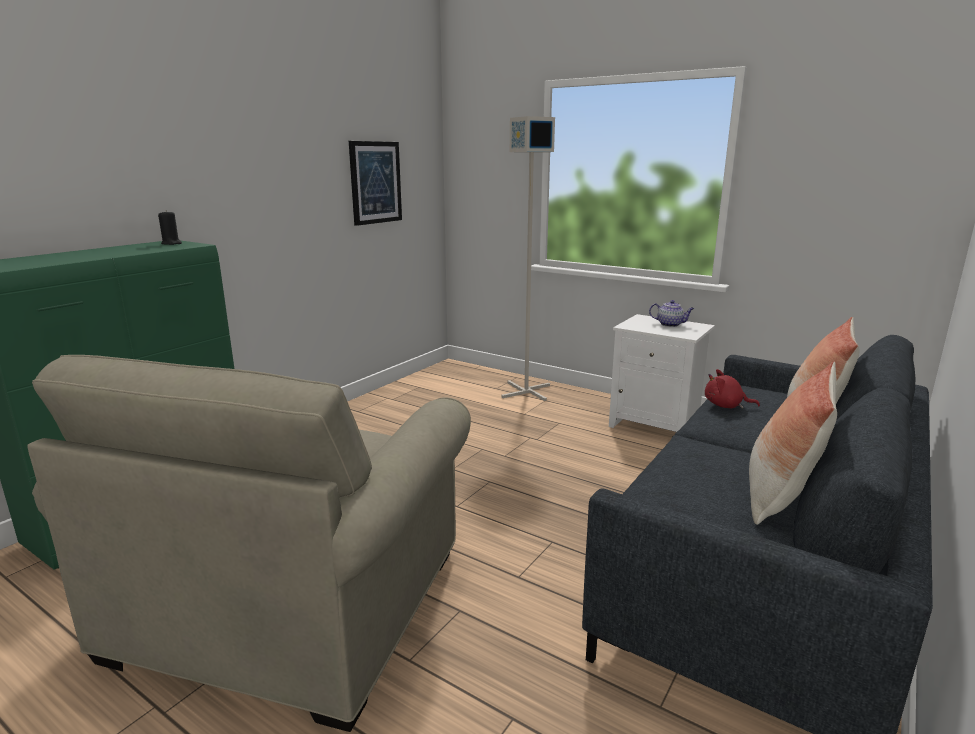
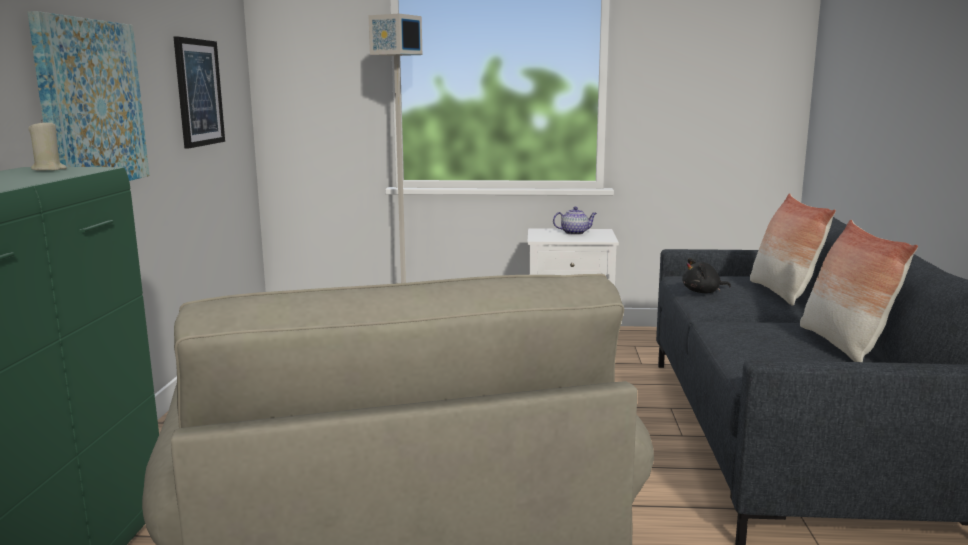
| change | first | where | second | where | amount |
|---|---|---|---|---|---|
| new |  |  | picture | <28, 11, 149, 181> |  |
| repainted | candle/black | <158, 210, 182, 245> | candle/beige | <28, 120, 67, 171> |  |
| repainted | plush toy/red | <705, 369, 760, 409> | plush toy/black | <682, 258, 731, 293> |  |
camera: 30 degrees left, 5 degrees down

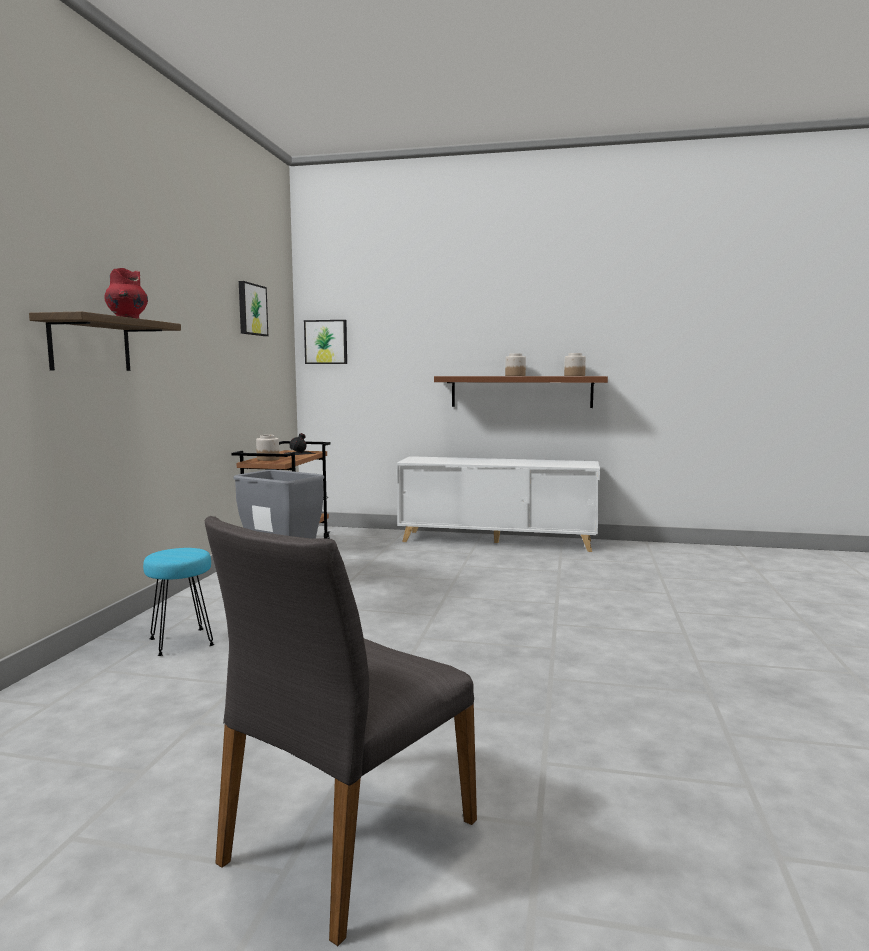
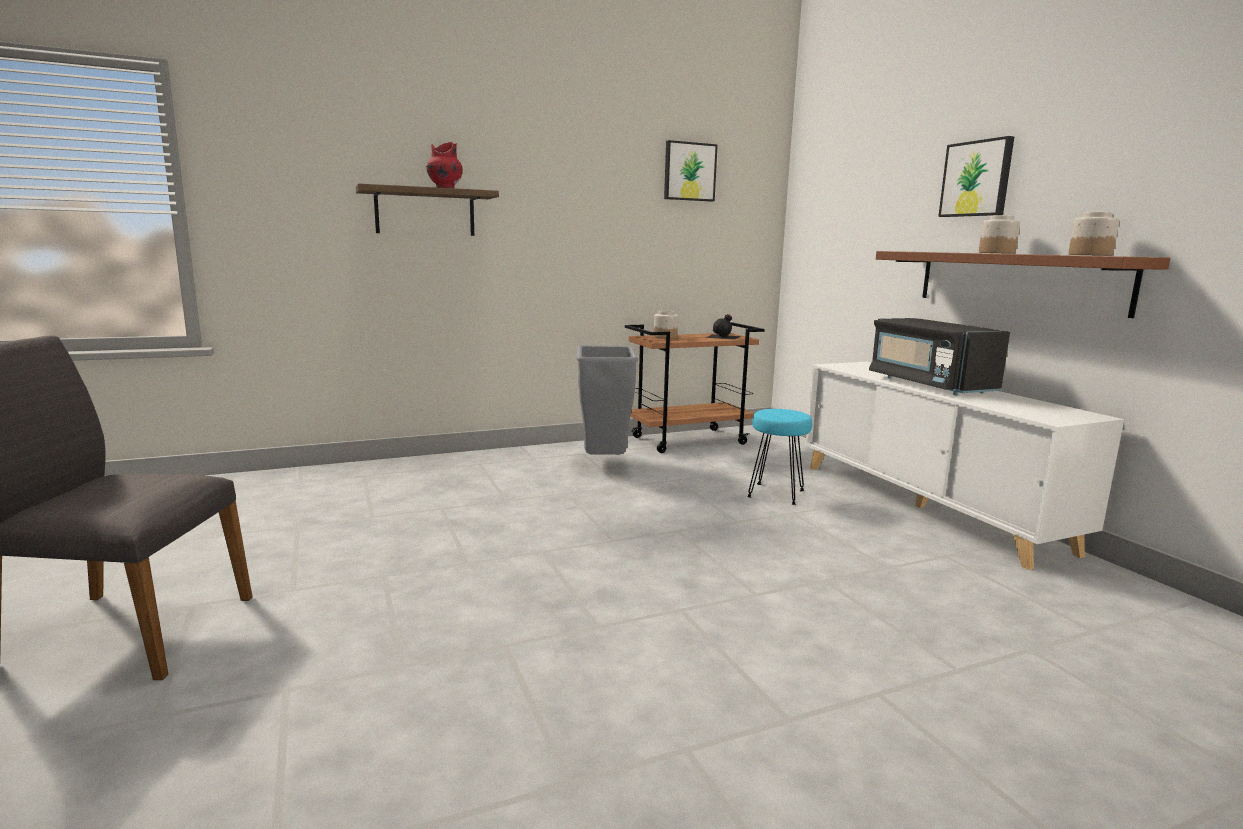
| change | first | where | second | where | amount |
|---|---|---|---|---|---|
| shifted | stool/turquoise | <143, 548, 214, 656> |  | <747, 409, 812, 505> |  |
| new |  |  | microwave/black | <869, 318, 1010, 395> |  |
| shifted | picture | <304, 320, 347, 364> |  | <938, 136, 1014, 217> |  |
camera: 55 degrees right, 5 degrees up

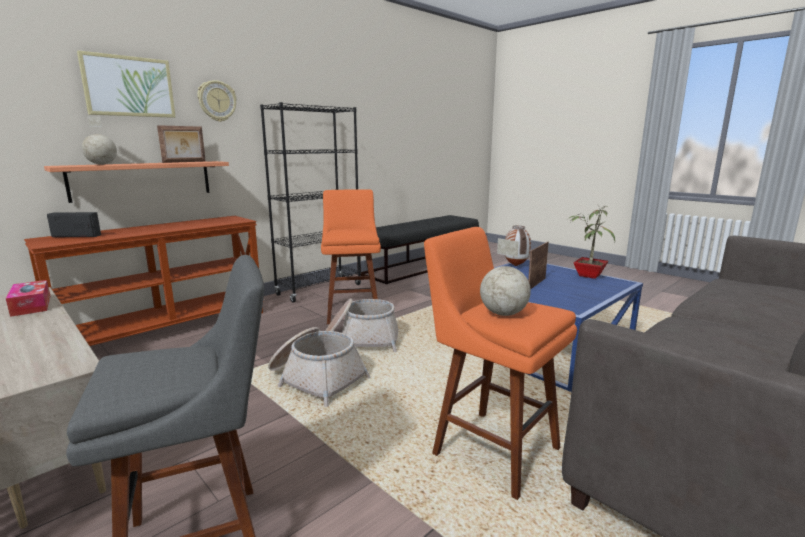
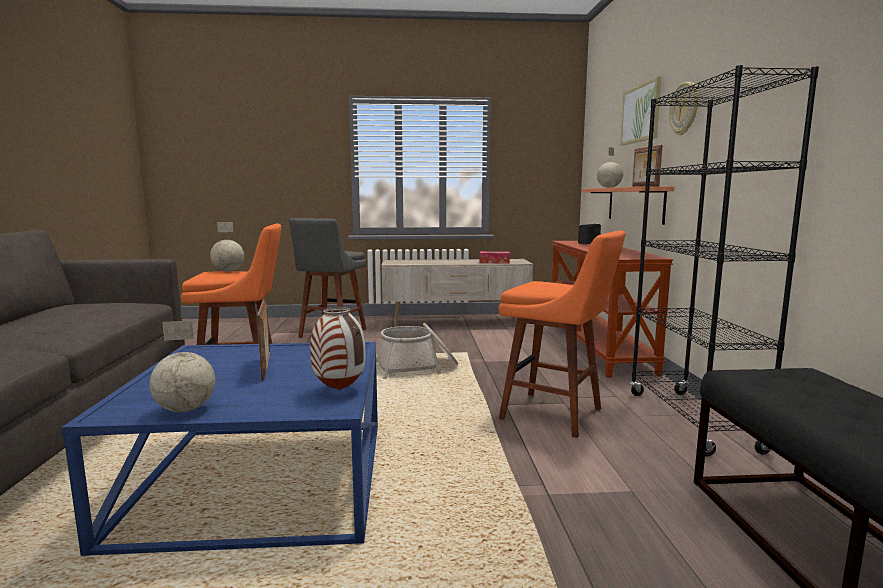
| change | first | where | second | where | amount |
|---|---|---|---|---|---|
| swapped | potted plant | <570, 205, 615, 279> | globe | <150, 320, 215, 412> |  |
| gone | basket | <325, 298, 399, 352> |  |  |  |
camera: 130 degrees right, 5 degrees down

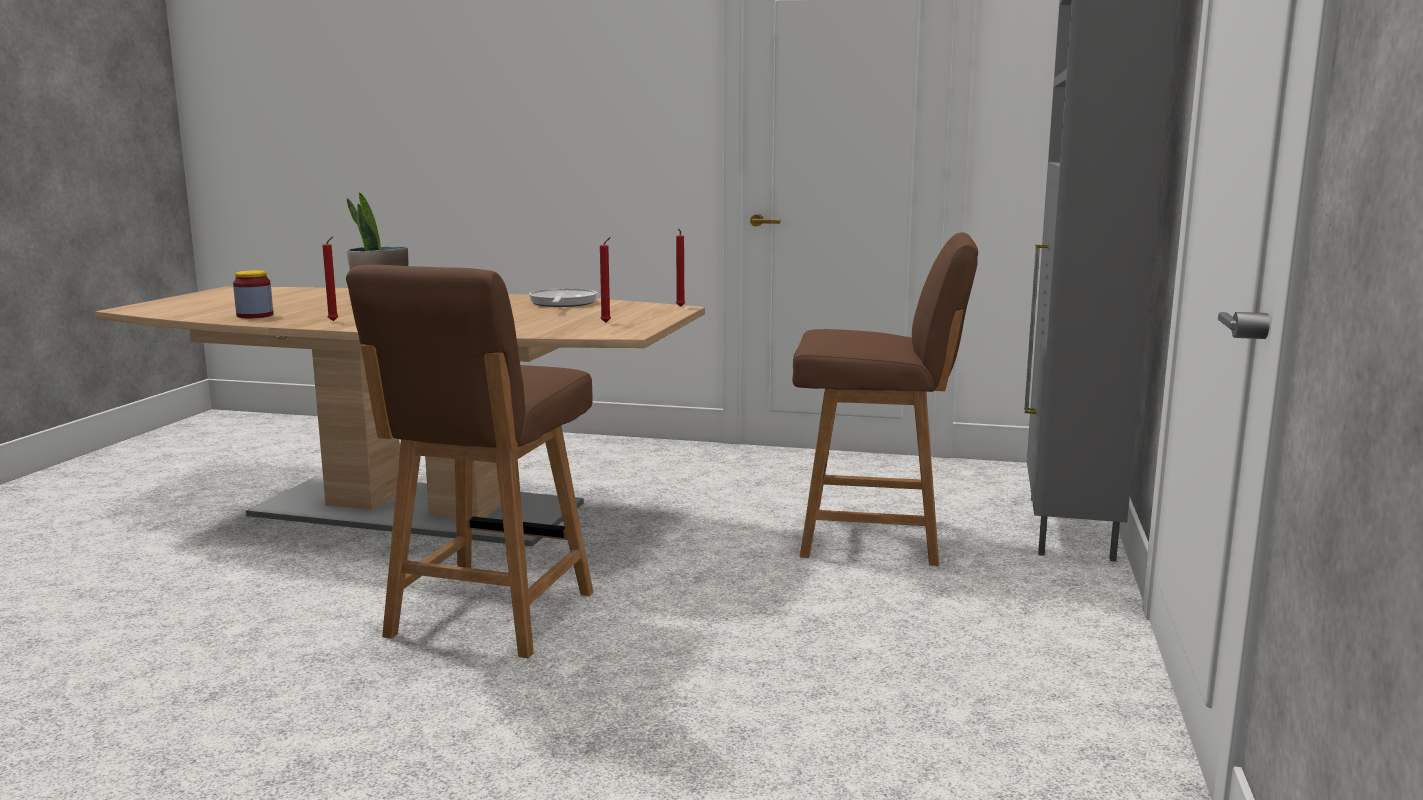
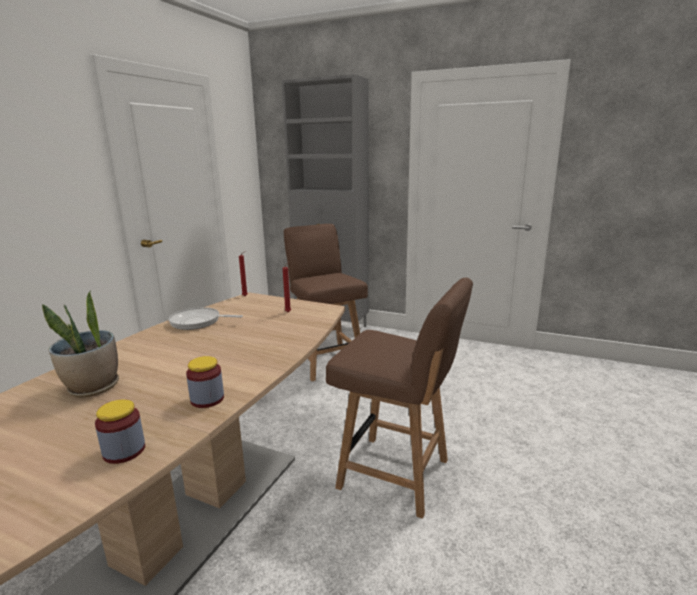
| change | first | where | second | where | amount |
|---|---|---|---|---|---|
| swapped | candle/red | <323, 236, 338, 321> | jar | <186, 356, 224, 408> |  |
| rotated | chair/brown | <792, 232, 978, 566> |  | <284, 224, 368, 381> | 45 degrees counterclockwise |
camera: 80 degrees left, 5 degrees up

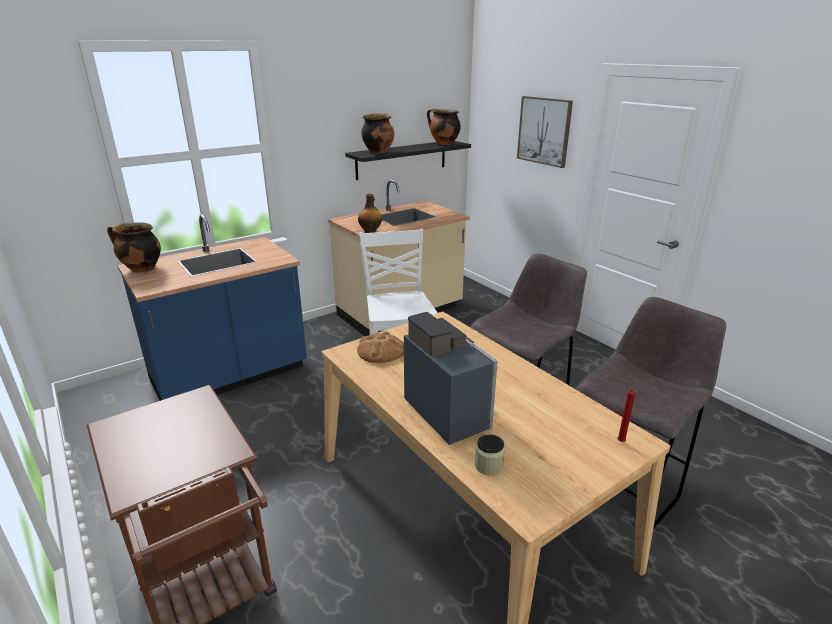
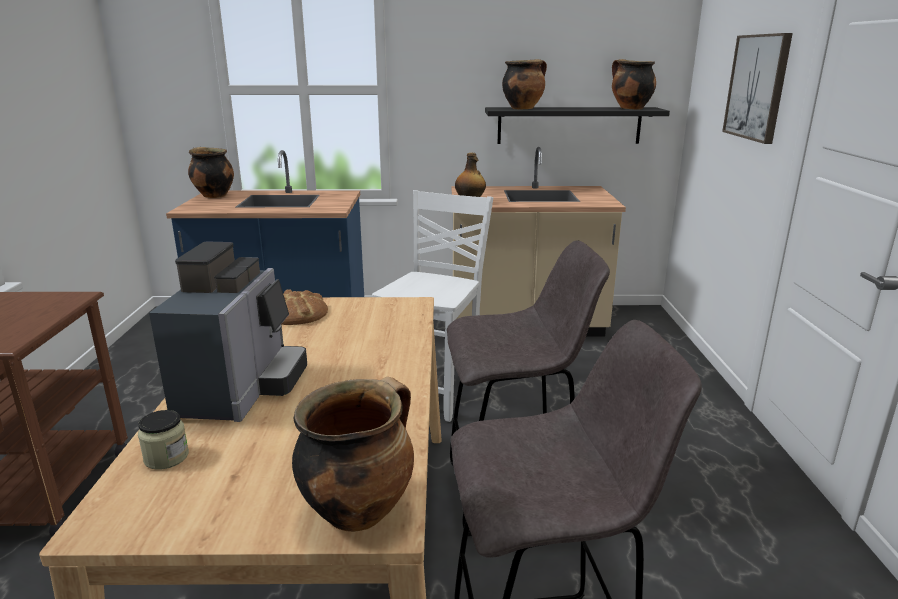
| change | first | where | second | where | amount |
|---|---|---|---|---|---|
| swapped | candle/red | <617, 387, 636, 442> | cooking pot | <292, 377, 414, 532> |  |
camera: 35 degrees right, 5 degrees down

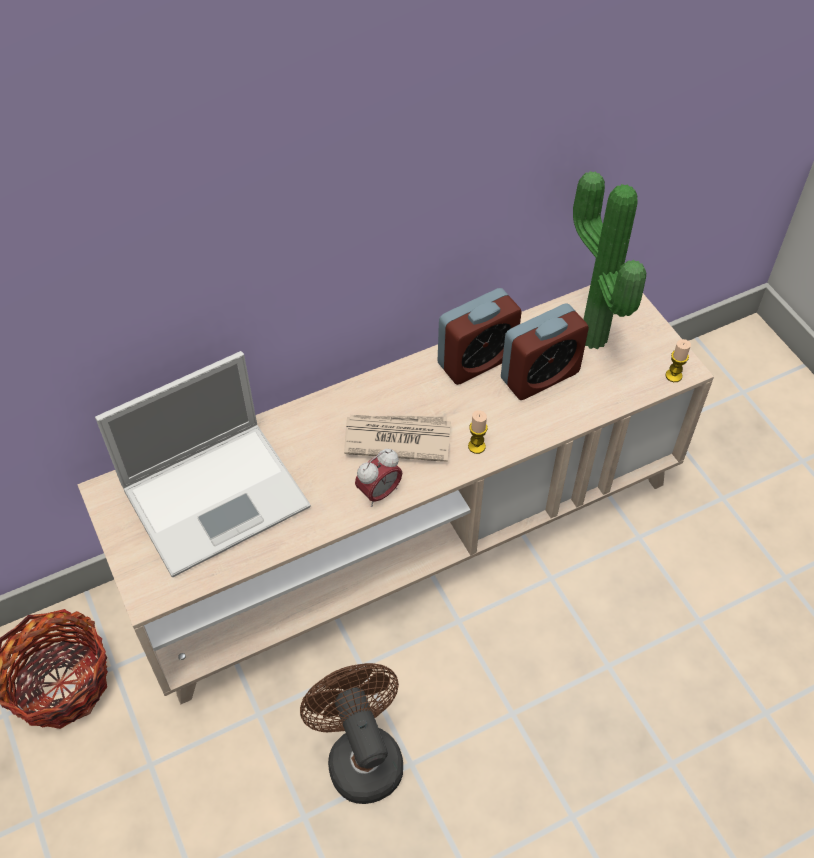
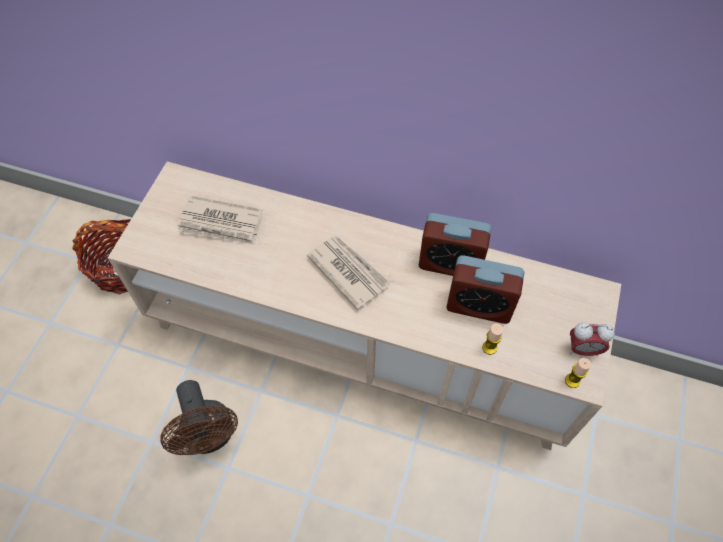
| change | first | where | second | where | amount |
|---|---|---|---|---|---|
| rotated | fan/brown | <300, 663, 403, 804> |  | <160, 380, 238, 455> | 135 degrees clockwise |
| swapped | laptop | <95, 351, 311, 577> | newspaper | <177, 196, 263, 245> |  |
| shifted | candle | <468, 410, 488, 454> |  | <482, 323, 503, 355> |  |
| shifted | alarm clock | <355, 449, 402, 507> |  | <570, 323, 615, 356> |  |
| gone | potted plant | <573, 171, 646, 349> |  |  |  |
camera: 45 degrees right, 5 degrees up

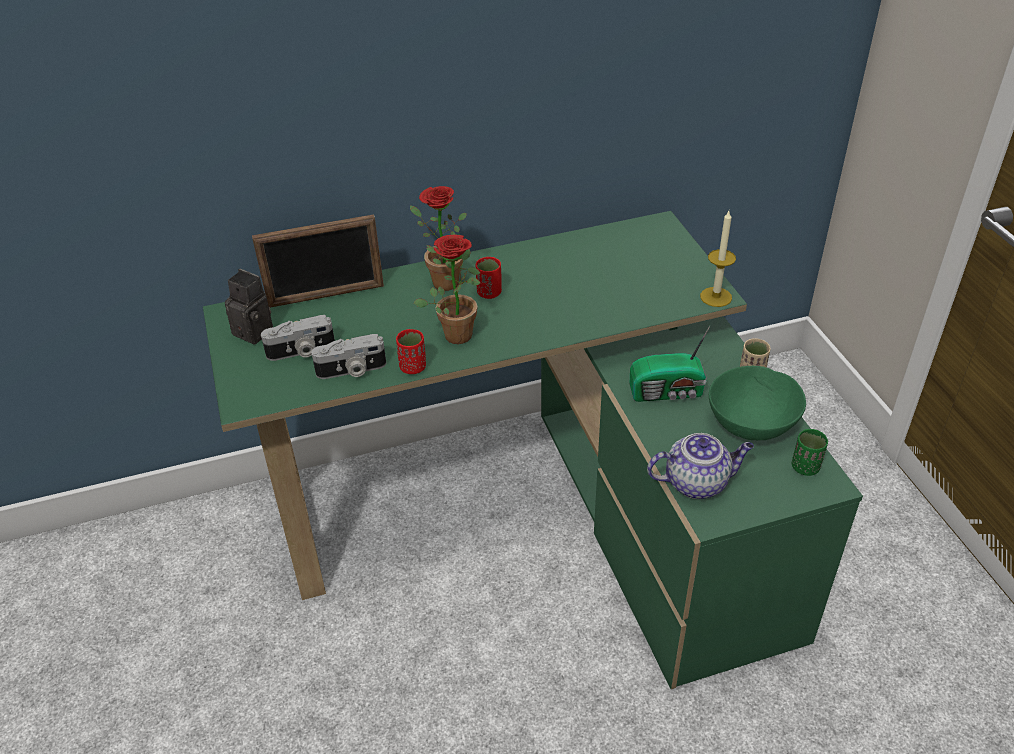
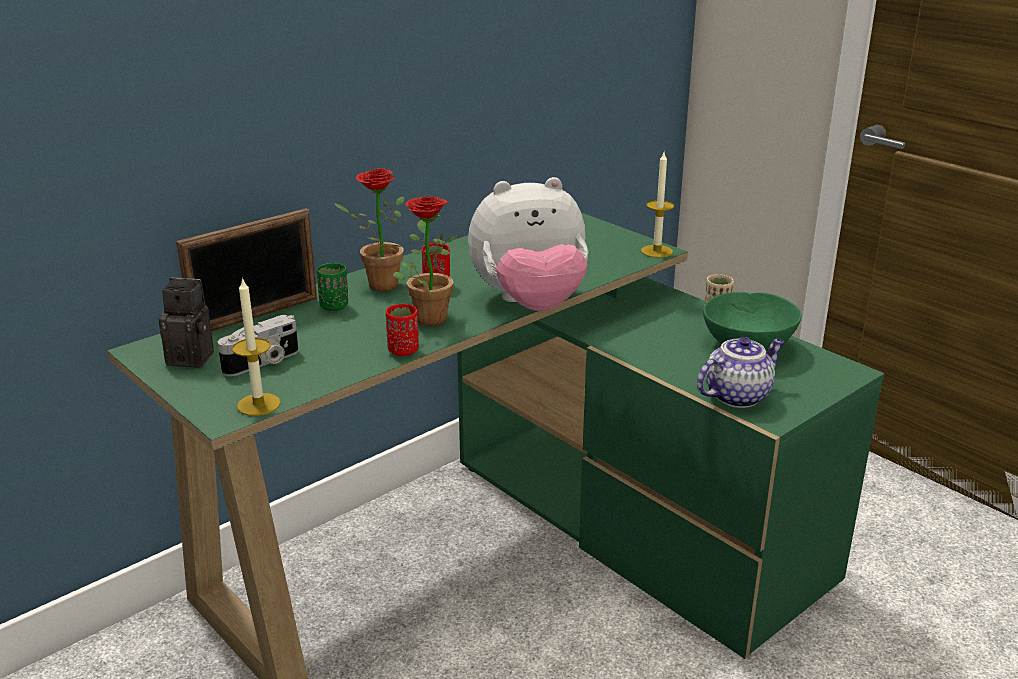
| change | first | where | second | where | amount |
|---|---|---|---|---|---|
| new |  |  | candle | <232, 277, 281, 416> |  |
| shifted | cup/green | <792, 429, 828, 476> |  | <317, 263, 348, 311> |  |
| new |  |  | plush toy | <468, 177, 588, 311> |  |
| gone | photo camera | <311, 334, 386, 379> |  |  |  |
| gone | radio | <630, 325, 711, 402> |  |  |  |
camera: 25 degrees left, 15 degrees down

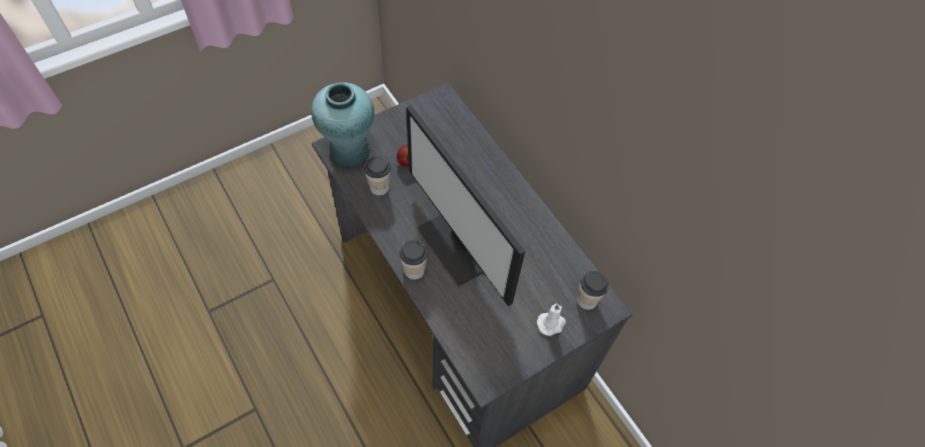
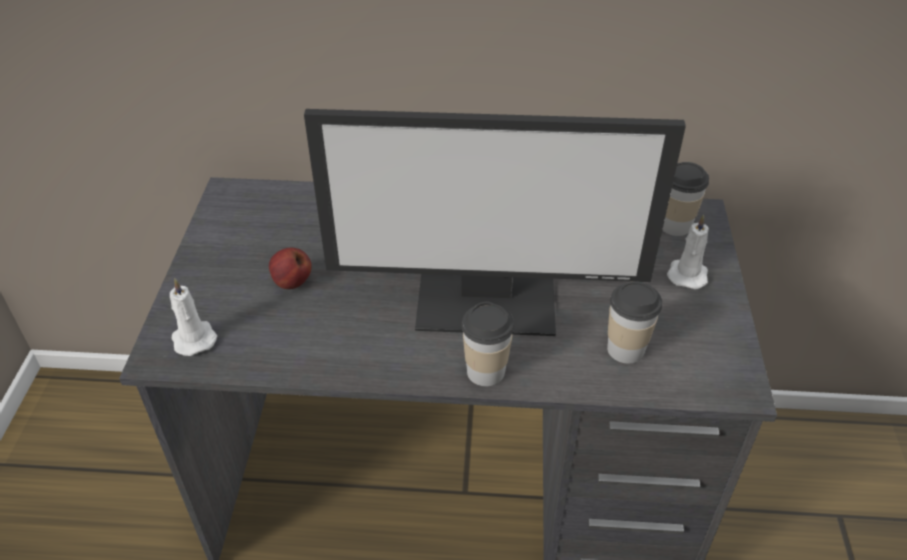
| change | first | where | second | where | amount |
|---|---|---|---|---|---|
| swapped | vase/turquoise | <311, 82, 374, 167> | candle/white | <170, 279, 217, 356> |  |
| shifted | cup | <364, 156, 390, 196> |  | <607, 281, 662, 363> |  |
camera: 50 degrees left, 15 degrees down

